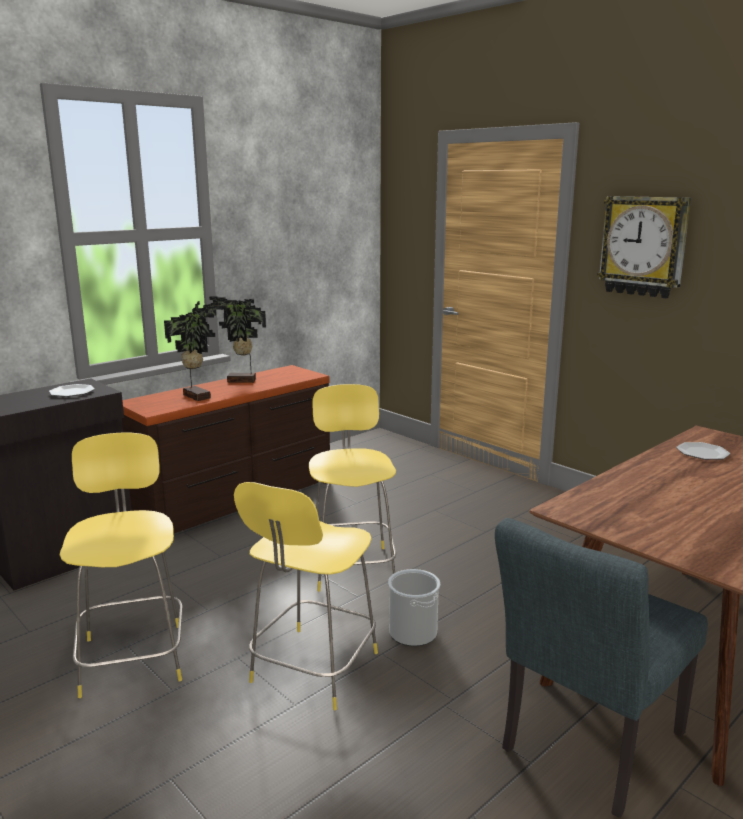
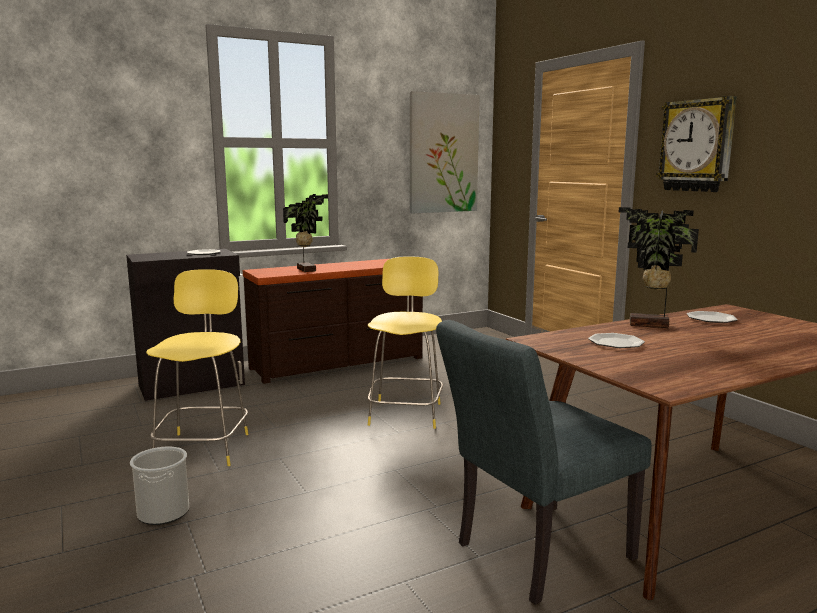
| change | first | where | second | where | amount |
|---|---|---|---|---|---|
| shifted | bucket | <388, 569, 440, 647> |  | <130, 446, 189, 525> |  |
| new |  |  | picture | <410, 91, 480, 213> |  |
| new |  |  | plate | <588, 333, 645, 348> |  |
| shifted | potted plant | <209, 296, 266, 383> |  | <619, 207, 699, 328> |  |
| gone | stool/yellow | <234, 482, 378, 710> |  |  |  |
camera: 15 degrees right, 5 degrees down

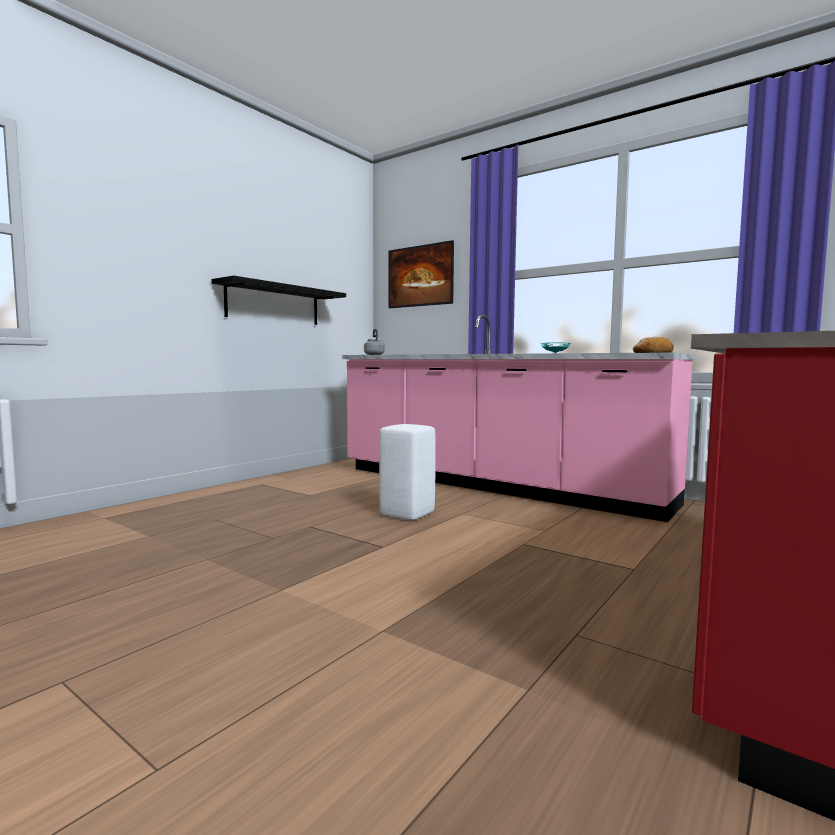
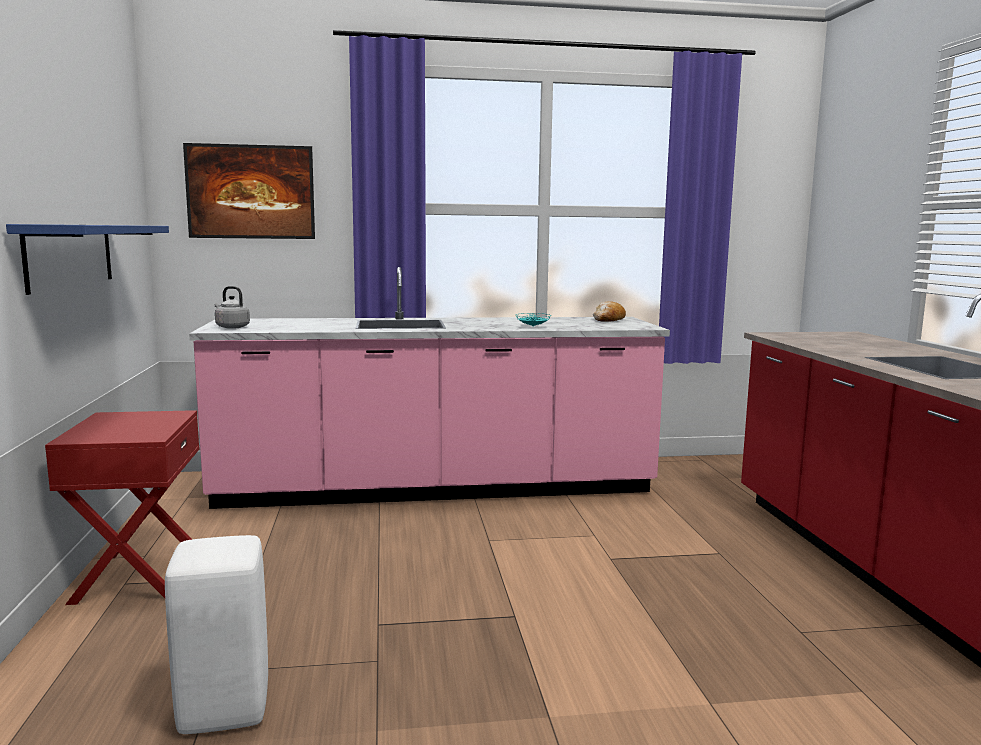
| change | first | where | second | where | amount |
|---|---|---|---|---|---|
| repainted | shelf/black | <211, 275, 346, 325> | shelf/blue | <6, 224, 169, 295> |  |
| new |  |  | nightstand/red | <45, 410, 199, 605> |  |
| shifted | stool/white | <379, 424, 436, 520> |  | <165, 535, 268, 734> |  |
camera: 45 degrees left, 5 degrees up

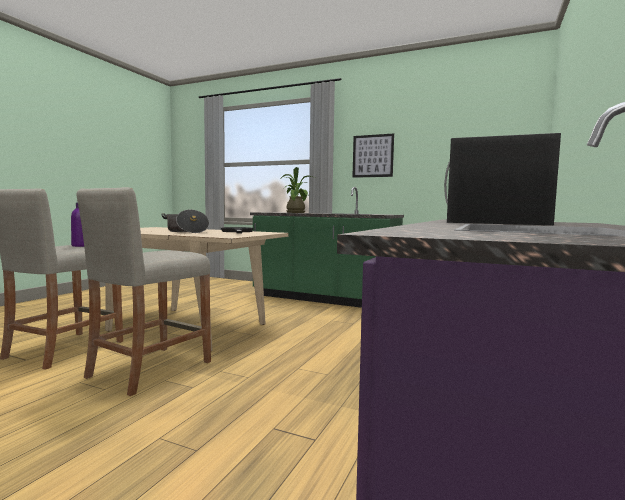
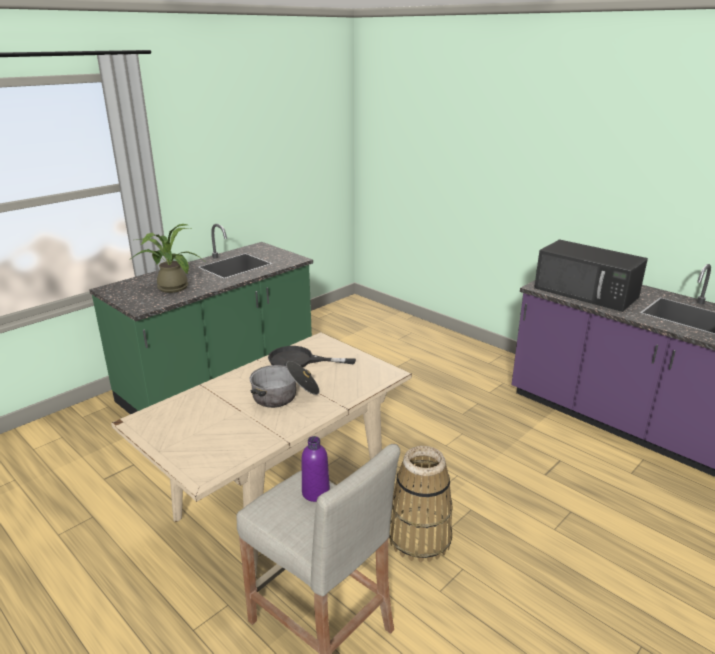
| change | first | where | second | where | amount |
|---|---|---|---|---|---|
| swapped | stool/beige | <76, 187, 211, 396> | basket | <389, 446, 452, 562> |  |
| gone | picture | <352, 133, 394, 178> |  |  |  |
camera: 70 degrees left, 20 degrees up

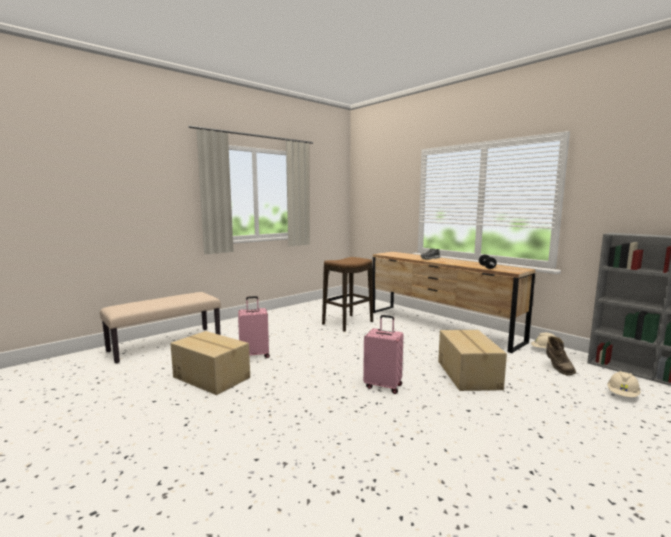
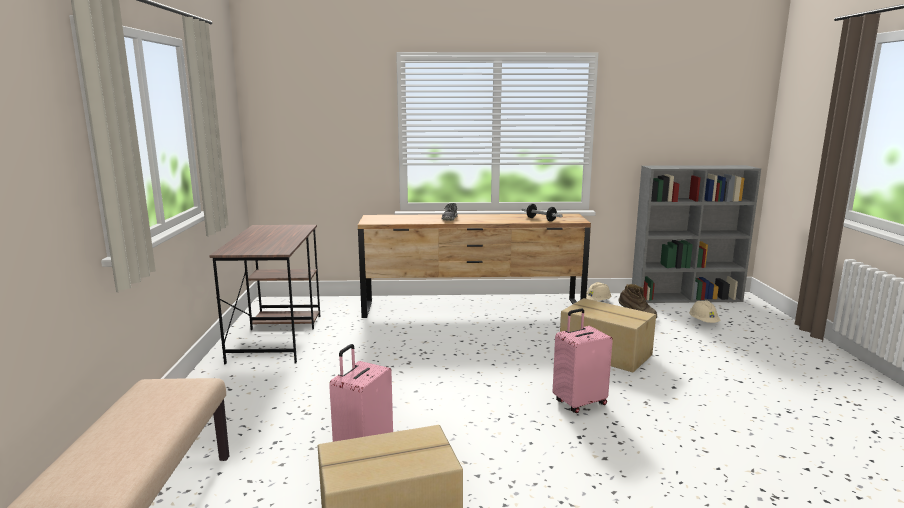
| change | first | where | second | where | amount |
|---|---|---|---|---|---|
| new |  |  | desk/brown | <209, 225, 320, 365> |  |
| gone | stool | <322, 257, 373, 332> |  |  |  |
camera: 50 degrees left, 5 degrees up

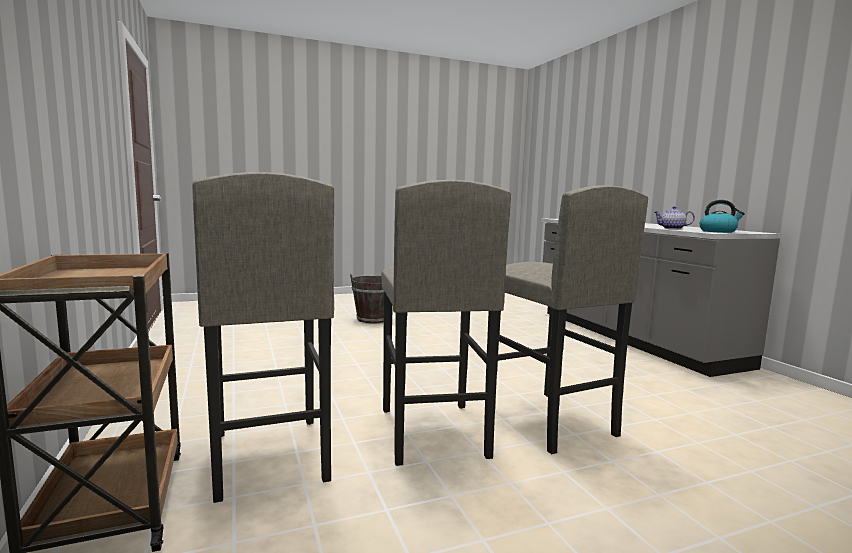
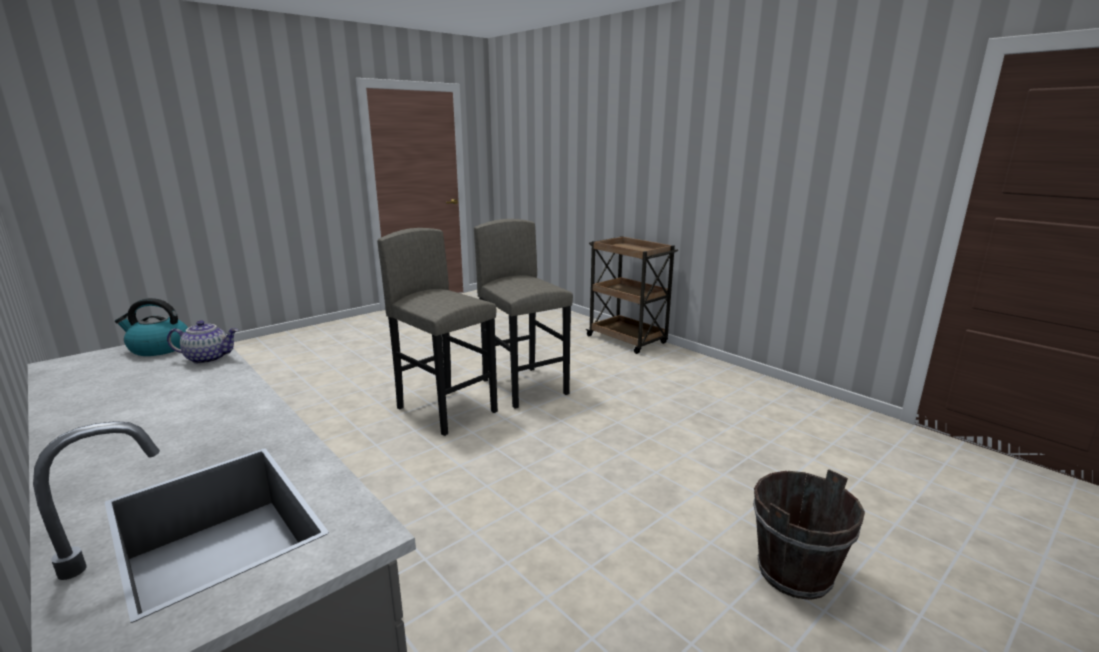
| change | first | where | second | where | amount |
|---|---|---|---|---|---|
| gone | stool/grey | <192, 172, 334, 503> |  |  |  |
camera: 160 degrees right, 10 degrees up

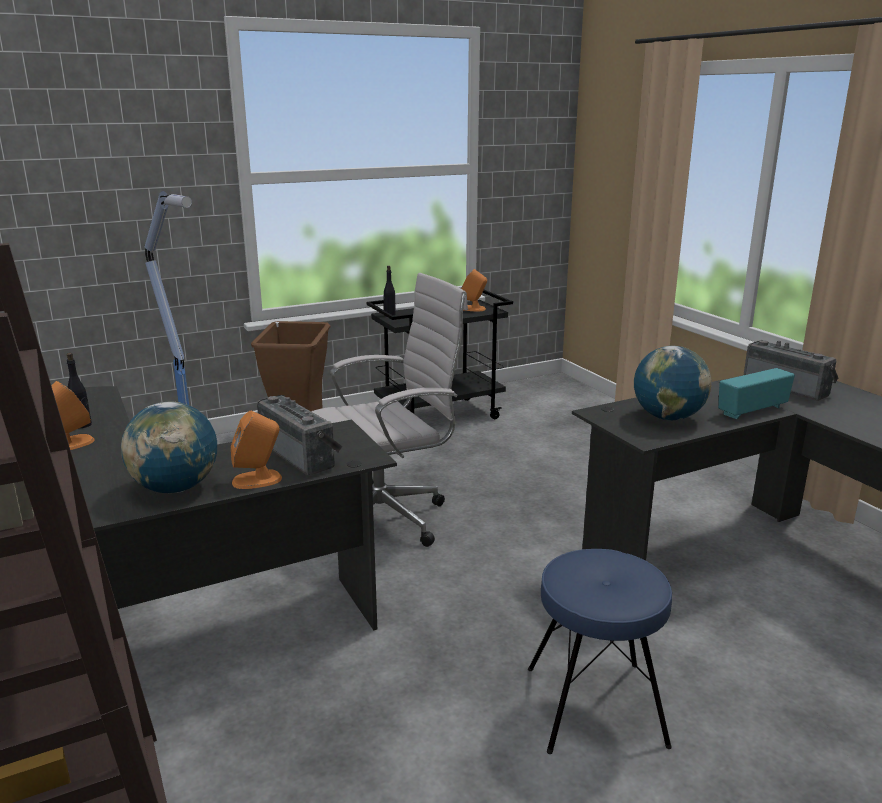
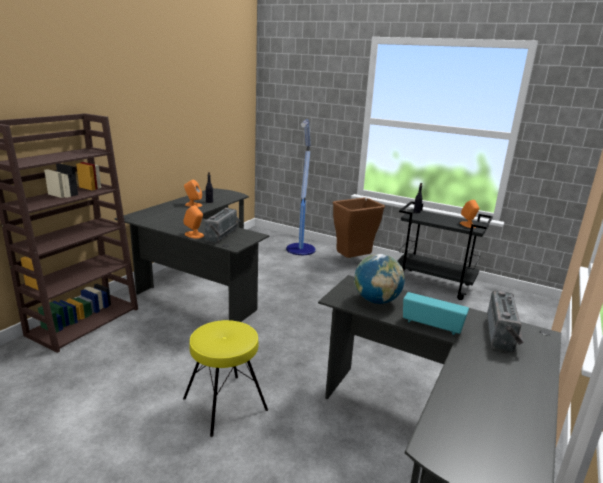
| change | first | where | second | where | amount |
|---|---|---|---|---|---|
| repainted | stool/blue | <528, 549, 672, 754> | stool/yellow | <183, 320, 268, 437> |  |
| gone | globe | <121, 401, 217, 493> |  |  |  |
| gone | office chair/white | <311, 273, 468, 547> |  |  |  |
camera: 55 degrees right, 0 degrees up

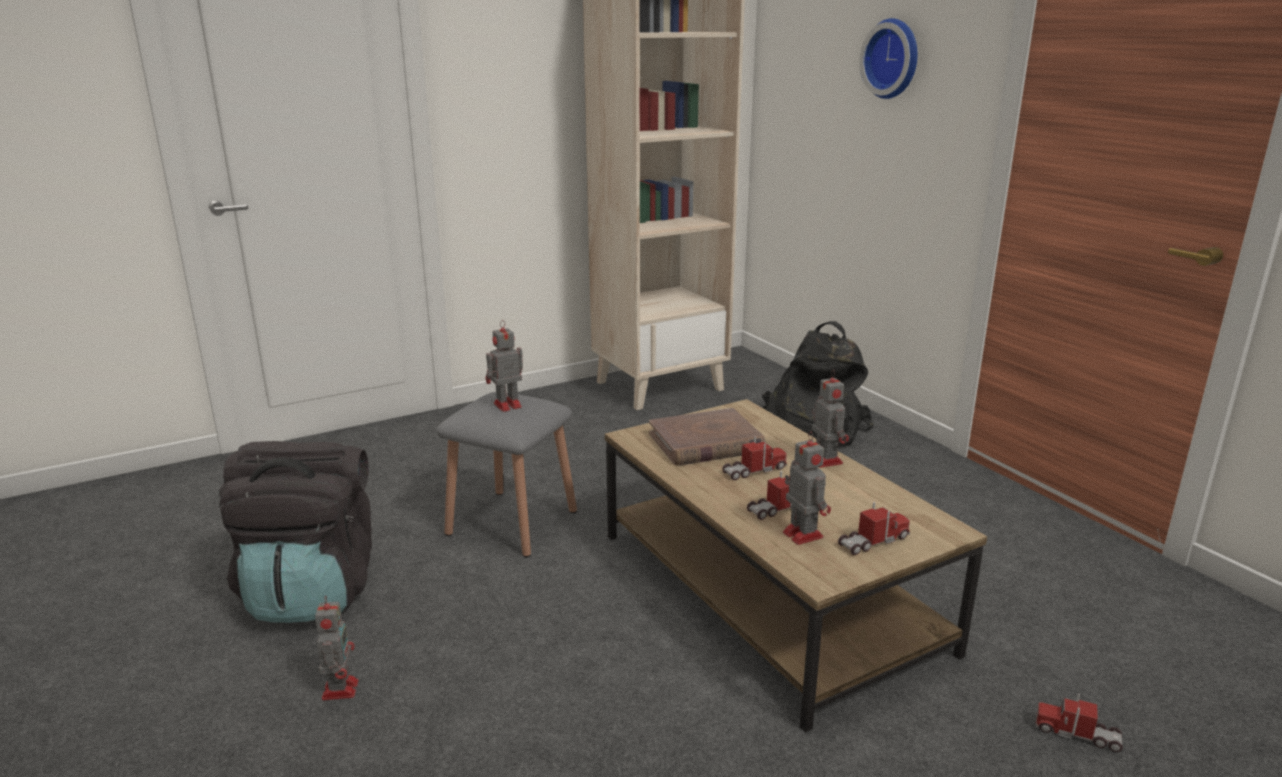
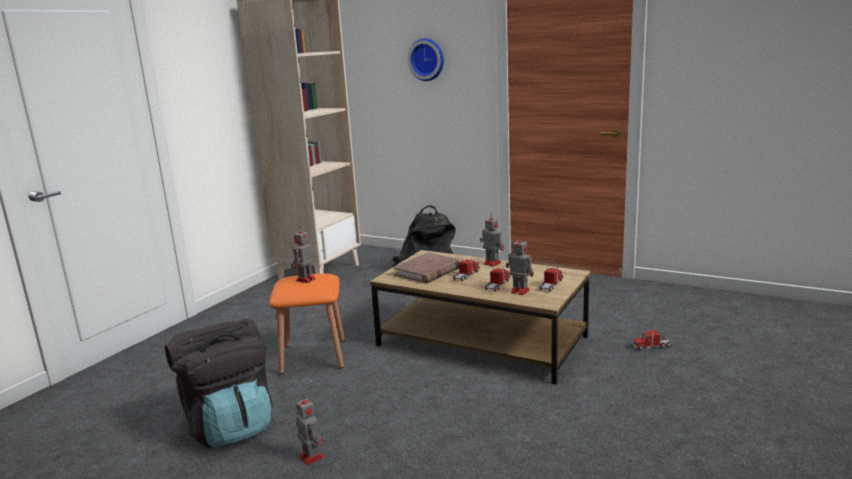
| change | first | where | second | where | amount |
|---|---|---|---|---|---|
| repainted | stool/grey | <436, 392, 577, 558> | stool/orange | <269, 274, 345, 374> |  |
camera: 30 degrees left, 5 degrees down

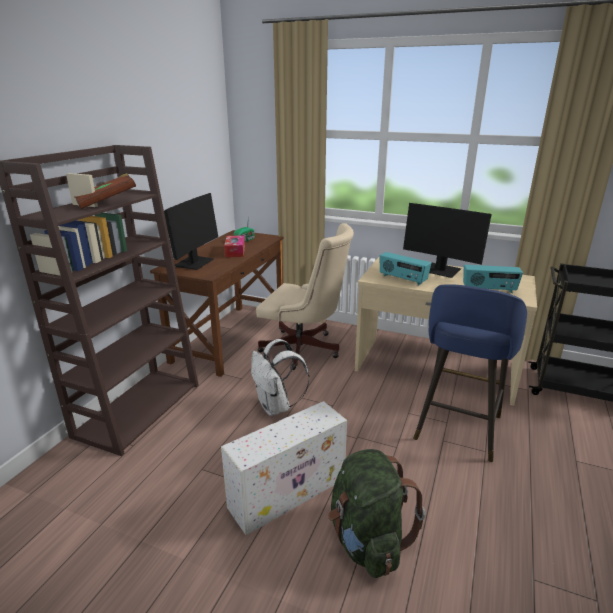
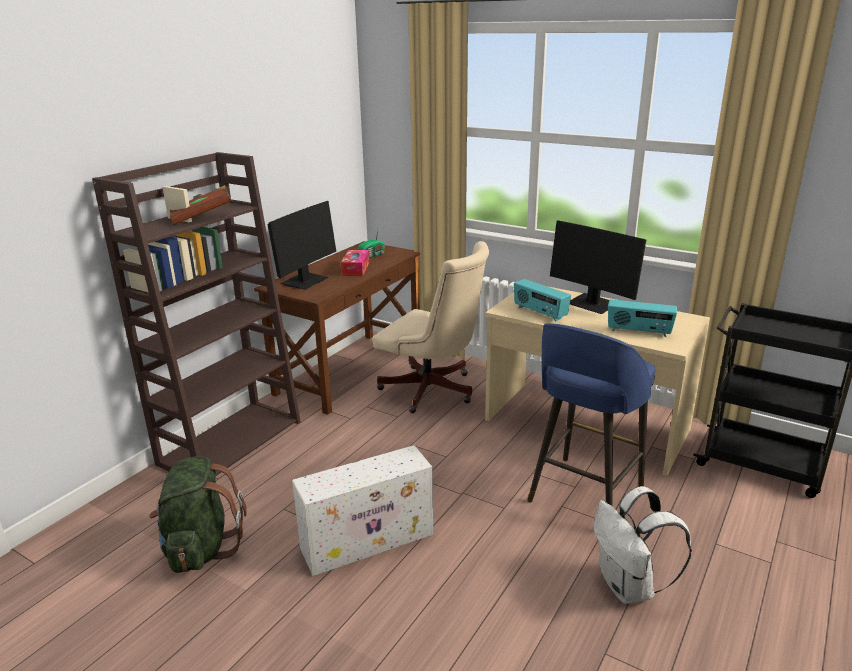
| change | first | where | second | where | amount |
|---|---|---|---|---|---|
| shifted | backpack/green | <328, 449, 425, 578> |  | <149, 456, 247, 573> |  |
| shifted | backpack/white | <251, 339, 309, 416> |  | <594, 486, 692, 604> |  |
camera: 10 degrees right, 0 degrees up

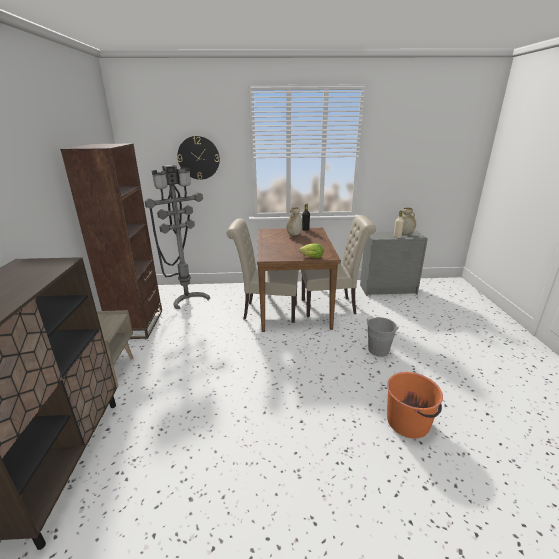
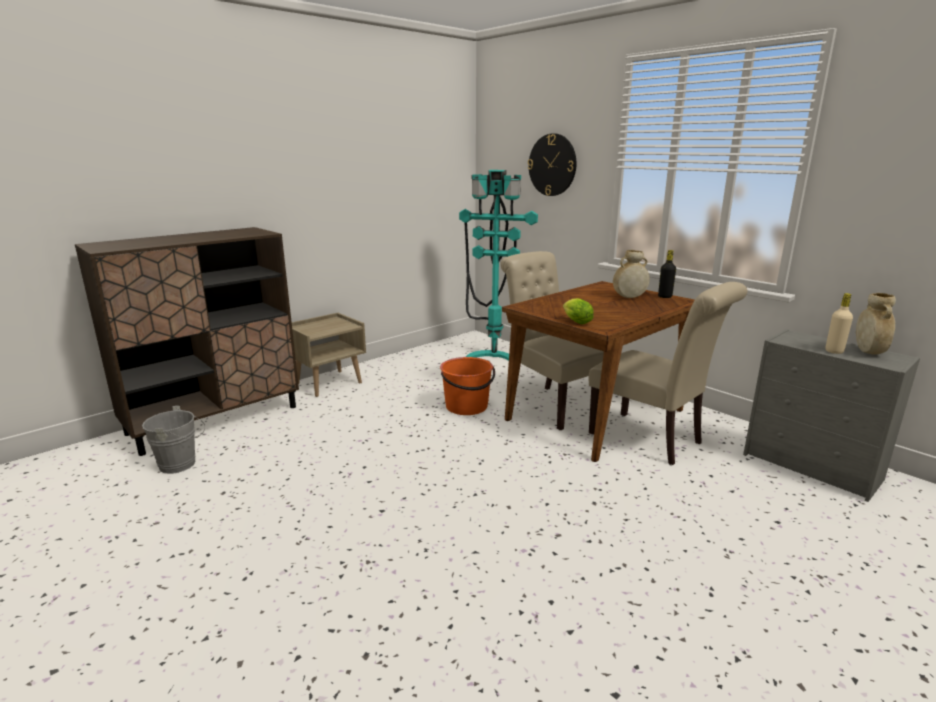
| change | first | where | second | where | amount |
|---|---|---|---|---|---|
| shifted | bucket/grey | <367, 317, 399, 357> |  | <142, 406, 205, 474> |  |
| shifted | bucket/orange | <387, 372, 443, 439> |  | <440, 357, 495, 415> |  |
| repainted | floor lamp/grey | <145, 165, 210, 309> | floor lamp/turquoise | <459, 170, 538, 361> |  |
| gone | bookcase/brown | <60, 143, 162, 339> |  |  |  |
camera: 50 degrees right, 5 degrees down

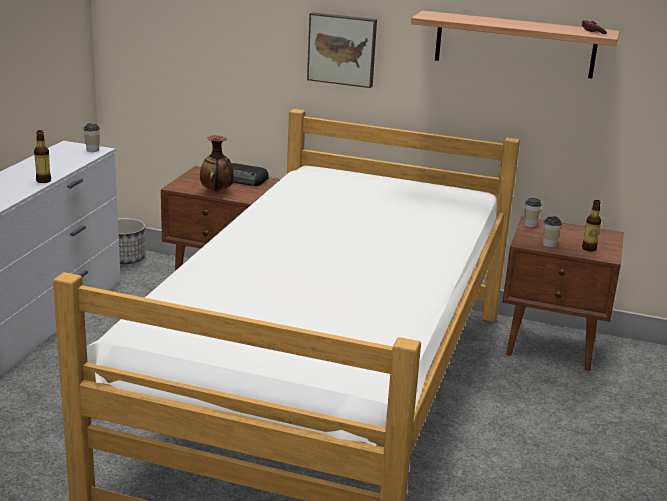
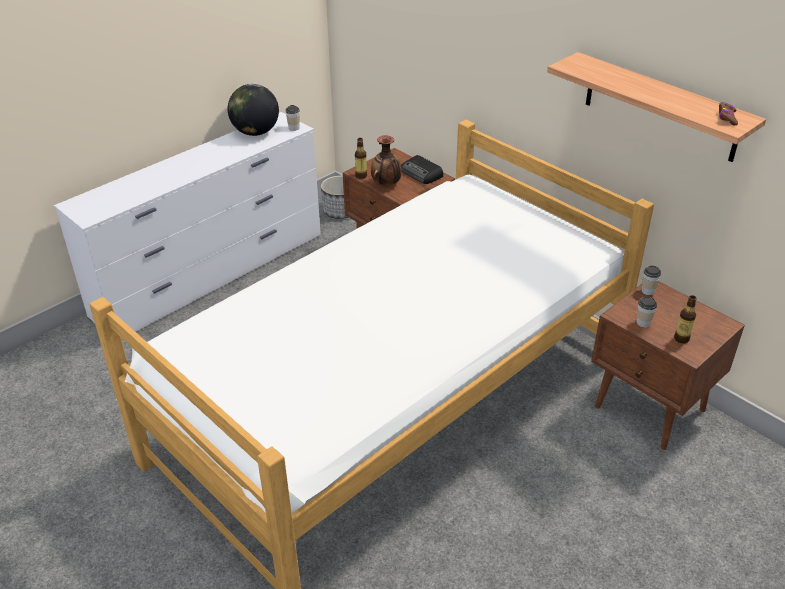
| change | first | where | second | where | amount |
|---|---|---|---|---|---|
| new |  |  | globe | <228, 84, 279, 136> |  |
| shifted | bottle | <34, 130, 51, 183> |  | <355, 138, 367, 179> |  |
| gone | picture | <307, 12, 377, 88> |  |  |  |
camera: 30 degrees right, 15 degrees up

